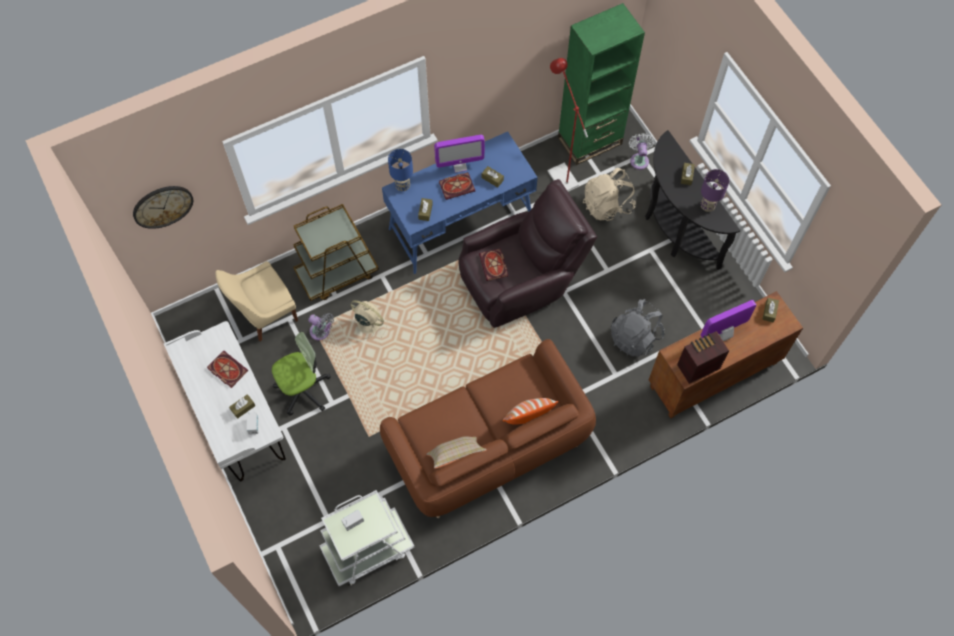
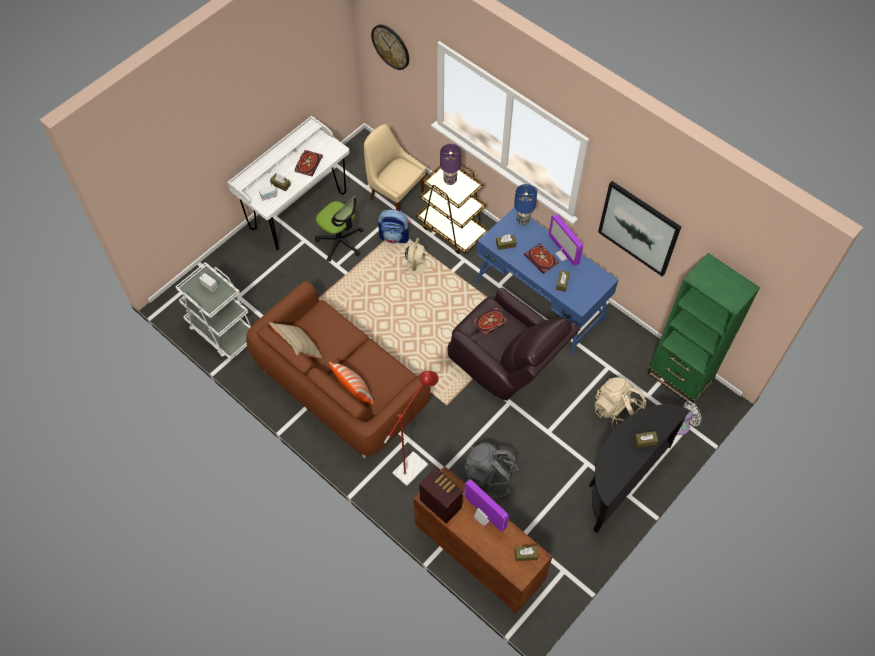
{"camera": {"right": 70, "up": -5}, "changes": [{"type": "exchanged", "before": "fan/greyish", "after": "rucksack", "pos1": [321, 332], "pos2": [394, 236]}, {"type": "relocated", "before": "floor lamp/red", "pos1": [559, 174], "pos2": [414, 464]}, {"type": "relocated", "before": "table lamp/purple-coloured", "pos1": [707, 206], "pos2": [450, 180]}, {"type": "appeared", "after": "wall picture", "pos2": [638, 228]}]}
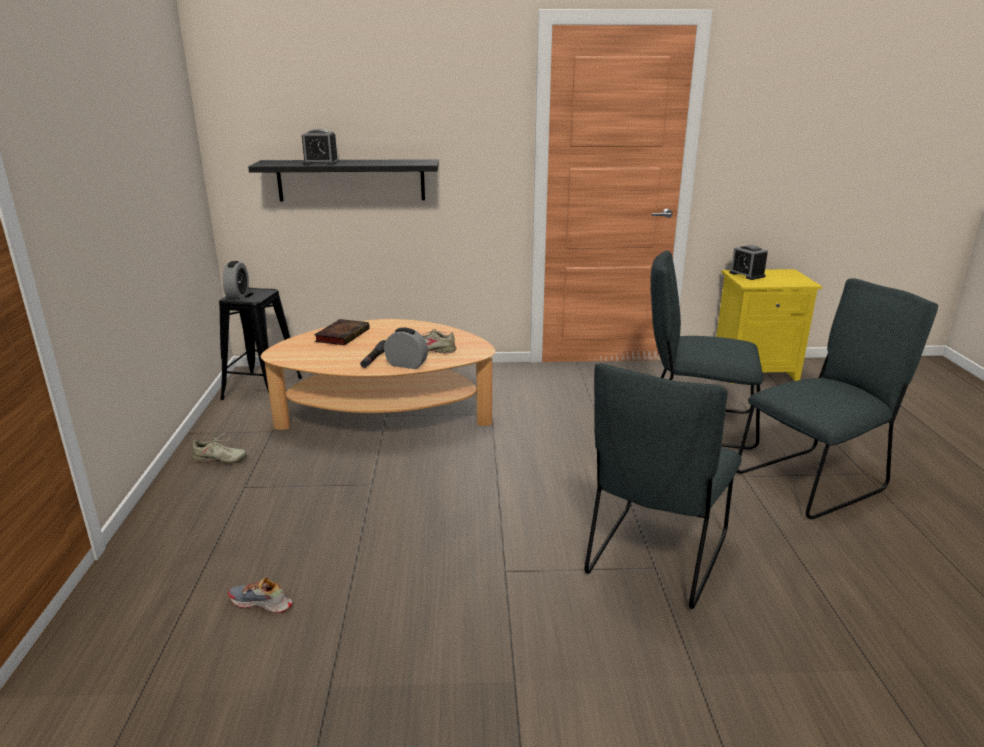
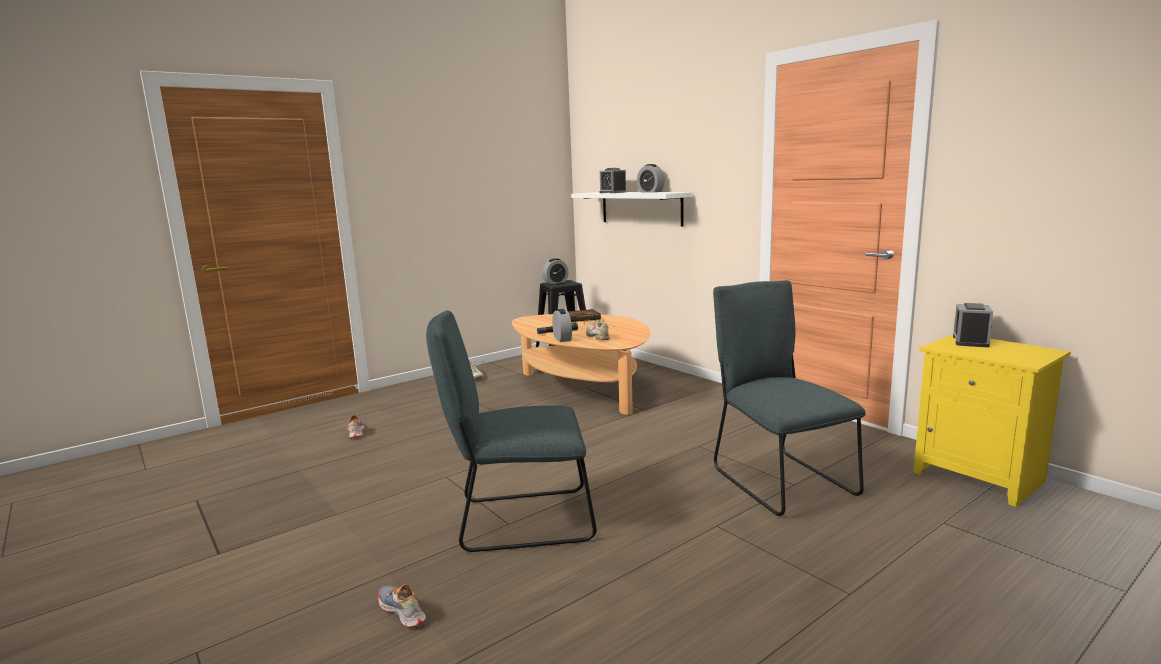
{"camera": {"right": 55, "up": -10}, "changes": [{"type": "colour", "before": "wall shelf/black-coloured", "after": "wall shelf/white-coloured", "pos1": [351, 180], "pos2": [641, 208]}, {"type": "missing", "before": "plain chair/greyish", "pos1": [814, 481]}, {"type": "appeared", "after": "low shoe", "pos2": [402, 612]}, {"type": "appeared", "after": "alarm clock", "pos2": [650, 192]}]}
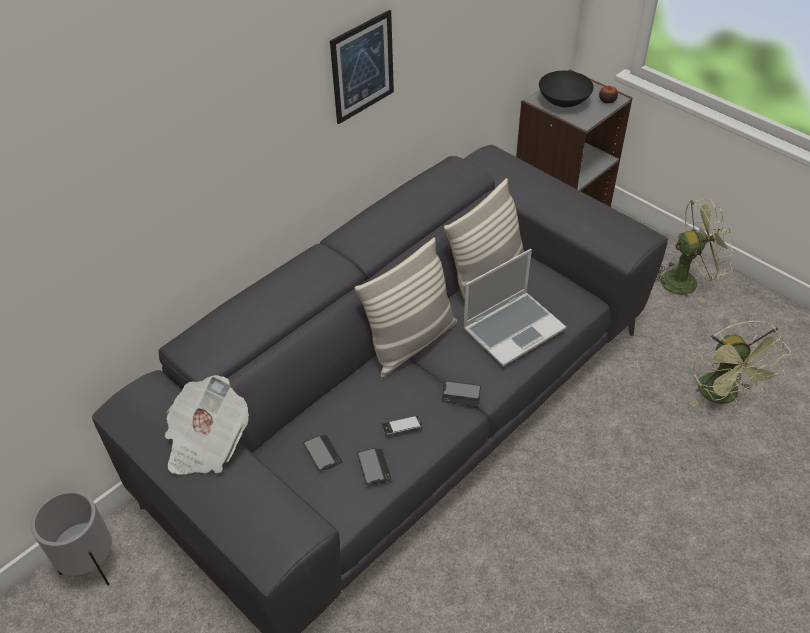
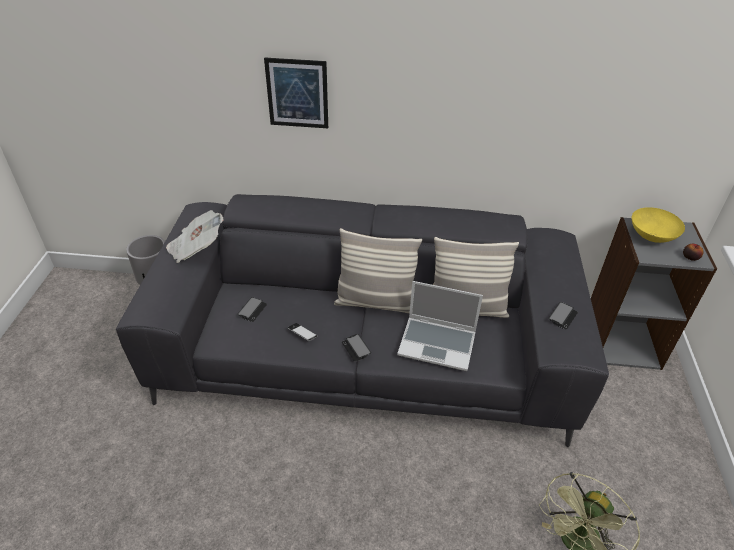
{"camera": {"right": 50, "up": -5}, "changes": [{"type": "relocated", "before": "wall picture", "pos1": [362, 67], "pos2": [297, 93]}, {"type": "relocated", "before": "phone", "pos1": [374, 467], "pos2": [562, 316]}, {"type": "colour", "before": "deep dish/black-coloured", "after": "deep dish/yellowish", "pos1": [562, 102], "pos2": [651, 236]}, {"type": "missing", "before": "fan/green", "pos1": [686, 280]}]}
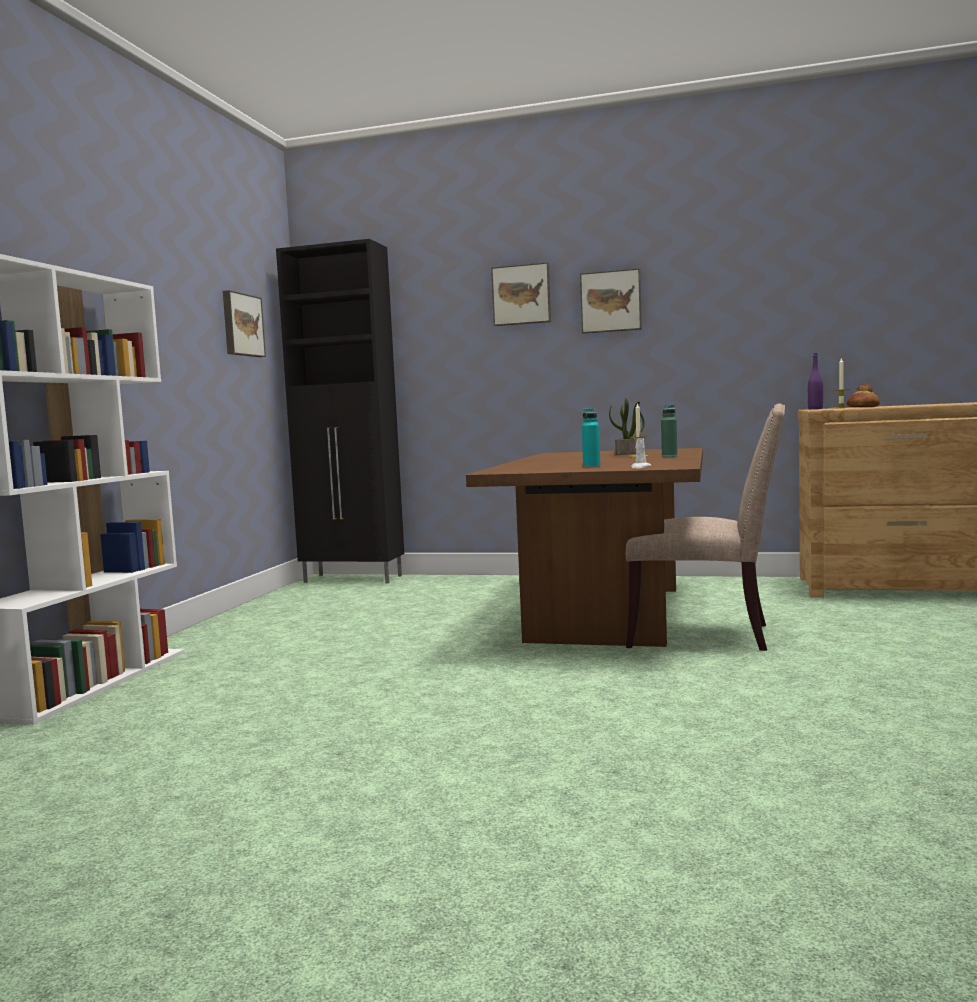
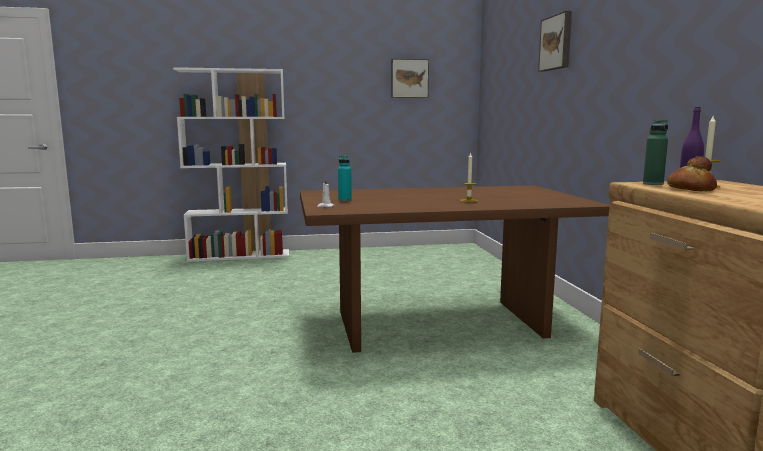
{"camera": {"right": 65, "up": 5}, "changes": [{"type": "missing", "before": "cabinet/black-coloured", "pos1": [354, 579]}, {"type": "missing", "before": "wall picture", "pos1": [611, 301]}, {"type": "missing", "before": "houseplant", "pos1": [628, 454]}, {"type": "missing", "before": "plain chair/sand-coloured", "pos1": [706, 635]}, {"type": "relocated", "before": "drink bottle/green", "pos1": [669, 456], "pos2": [653, 184]}]}
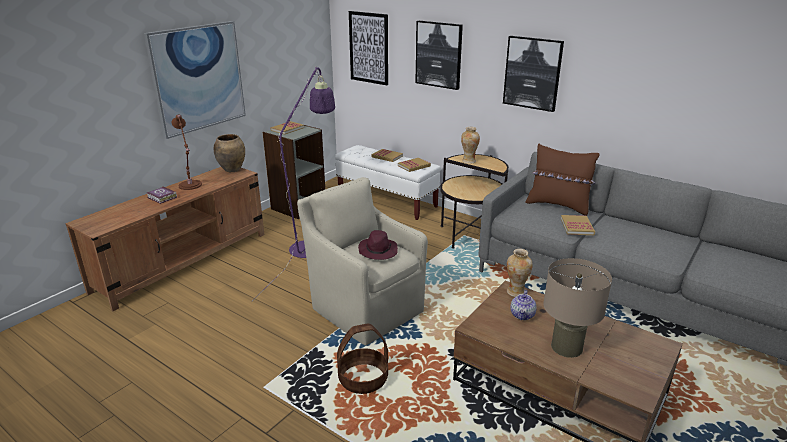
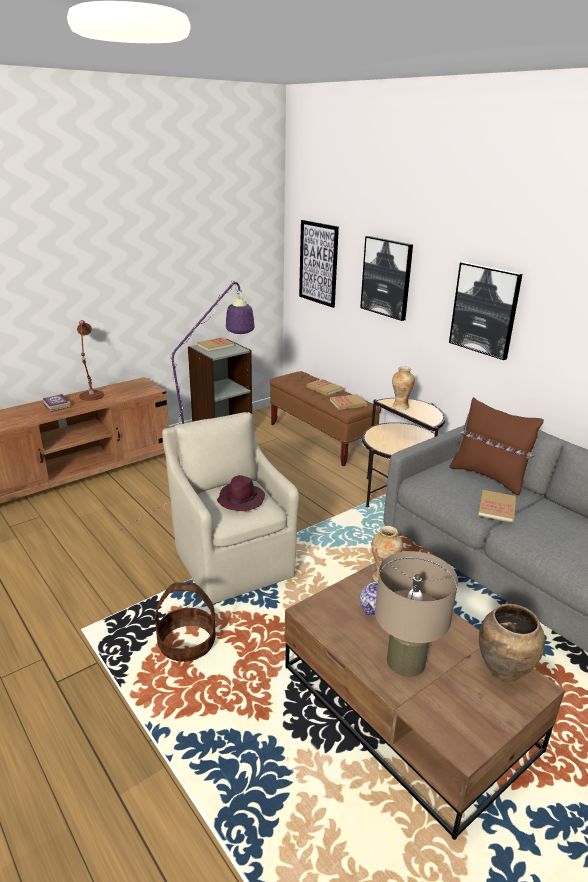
{"camera": {"right": 15, "up": 0}, "changes": [{"type": "missing", "before": "wall picture", "pos1": [198, 78]}, {"type": "relocated", "before": "flower vase/brownish", "pos1": [232, 170], "pos2": [504, 671]}, {"type": "colour", "before": "long seat/white-coloured", "after": "long seat/brownish", "pos1": [387, 201], "pos2": [321, 439]}]}
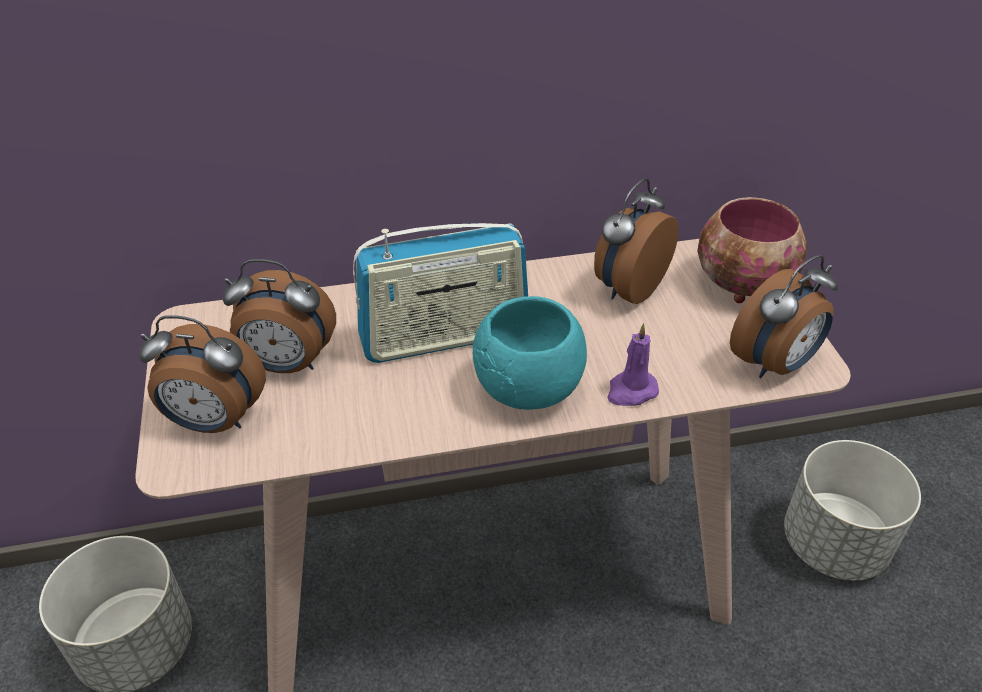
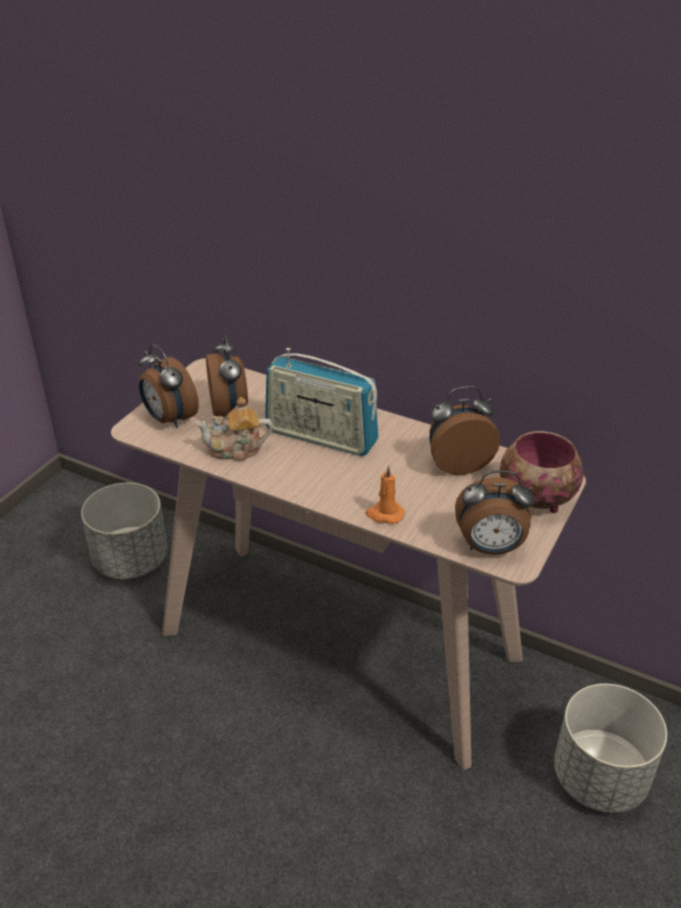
{"camera": {"right": 40, "up": -5}, "changes": [{"type": "spun", "before": "alarm clock", "pos1": [287, 364], "pos2": [229, 411], "turn": -150}, {"type": "missing", "before": "deep dish/blue-green", "pos1": [529, 389]}, {"type": "colour", "before": "wax light/purple-coloured", "after": "wax light/orange-coloured", "pos1": [631, 391], "pos2": [384, 514]}, {"type": "appeared", "after": "teapot", "pos2": [236, 449]}]}
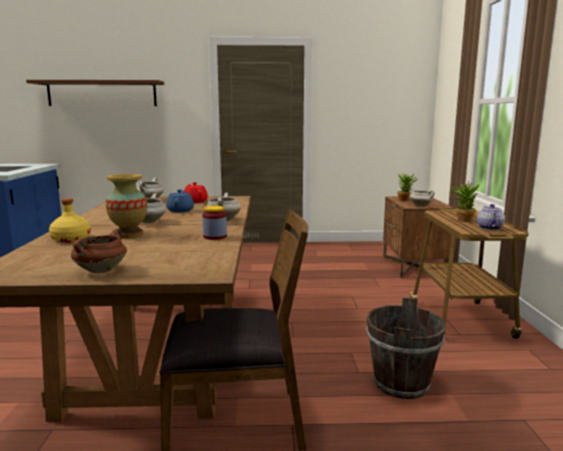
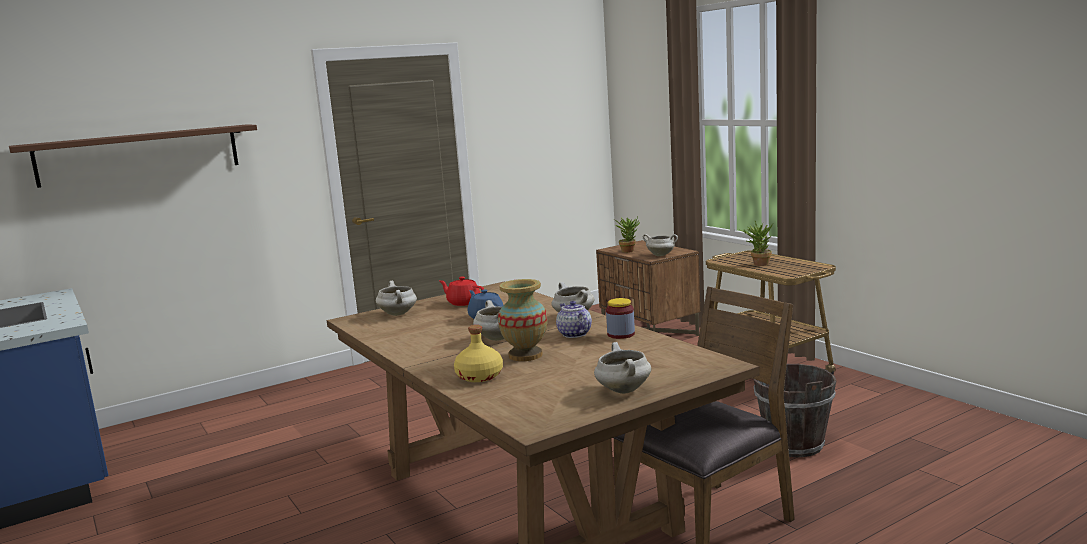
{"camera": {"right": -30, "up": 0}, "changes": [{"type": "colour", "before": "cooking pot/brownish", "after": "cooking pot/white-coloured", "pos1": [101, 270], "pos2": [622, 390]}, {"type": "relocated", "before": "teapot", "pos1": [489, 228], "pos2": [573, 334]}]}
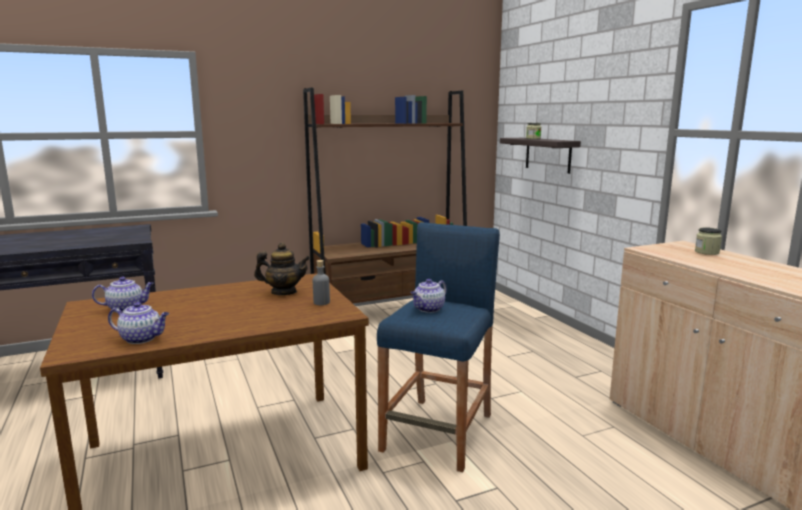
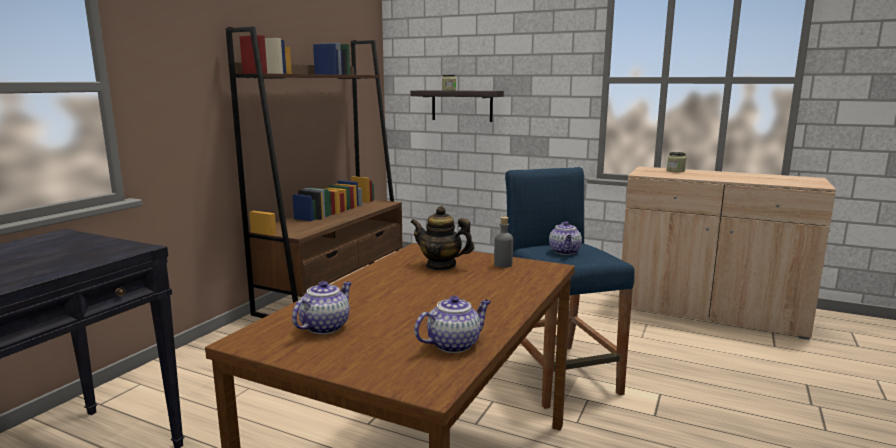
{"camera": {"right": -40, "up": 0}, "changes": [{"type": "spun", "before": "teapot", "pos1": [283, 292], "pos2": [441, 266], "turn": -120}]}
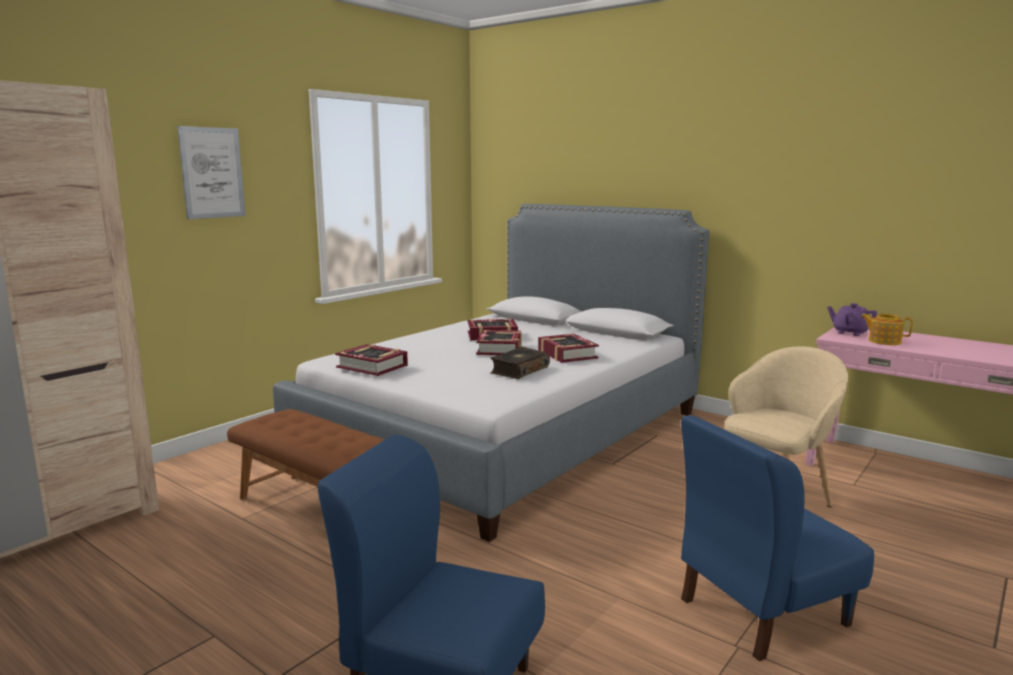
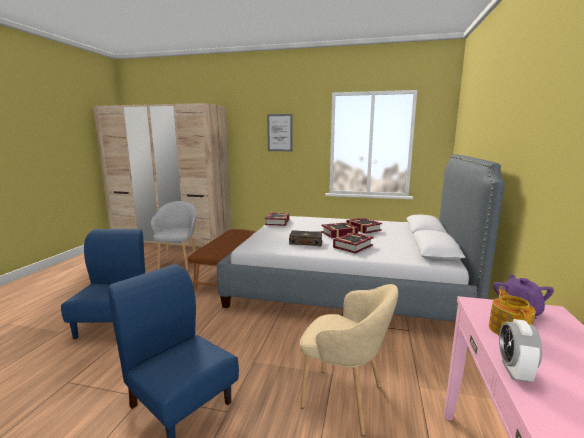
{"camera": {"right": 65, "up": 0}, "changes": [{"type": "appeared", "after": "easy chair/greyish", "pos2": [178, 264]}, {"type": "appeared", "after": "alarm clock", "pos2": [514, 371]}]}
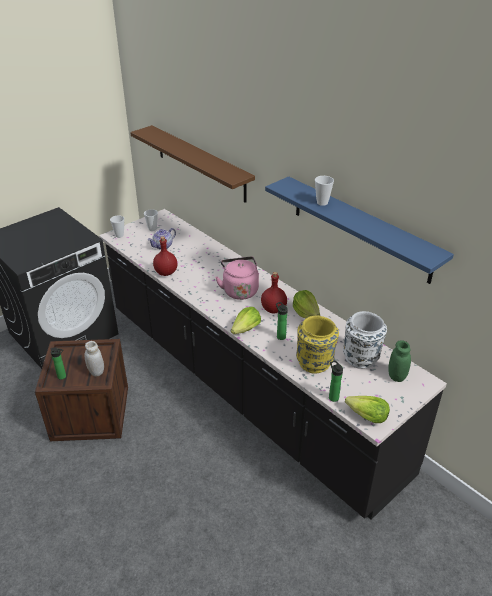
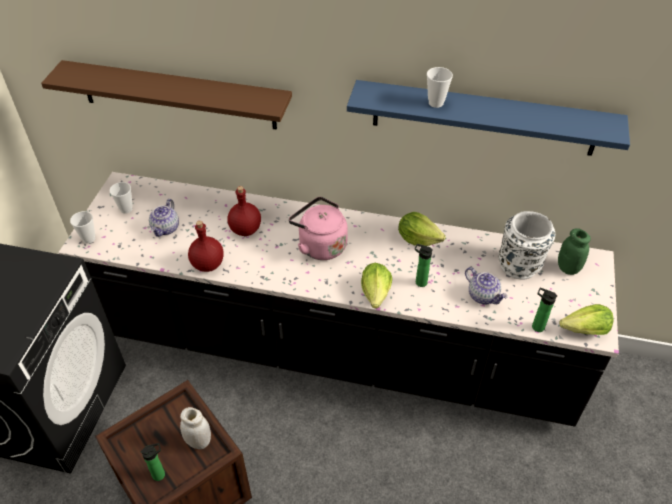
{"camera": {"right": -35, "up": 10}, "changes": [{"type": "relocated", "before": "drink bottle/red", "pos1": [273, 309], "pos2": [246, 230]}, {"type": "exchanged", "before": "flower vase/yellowish", "after": "teapot", "pos1": [315, 363], "pos2": [483, 296]}]}
